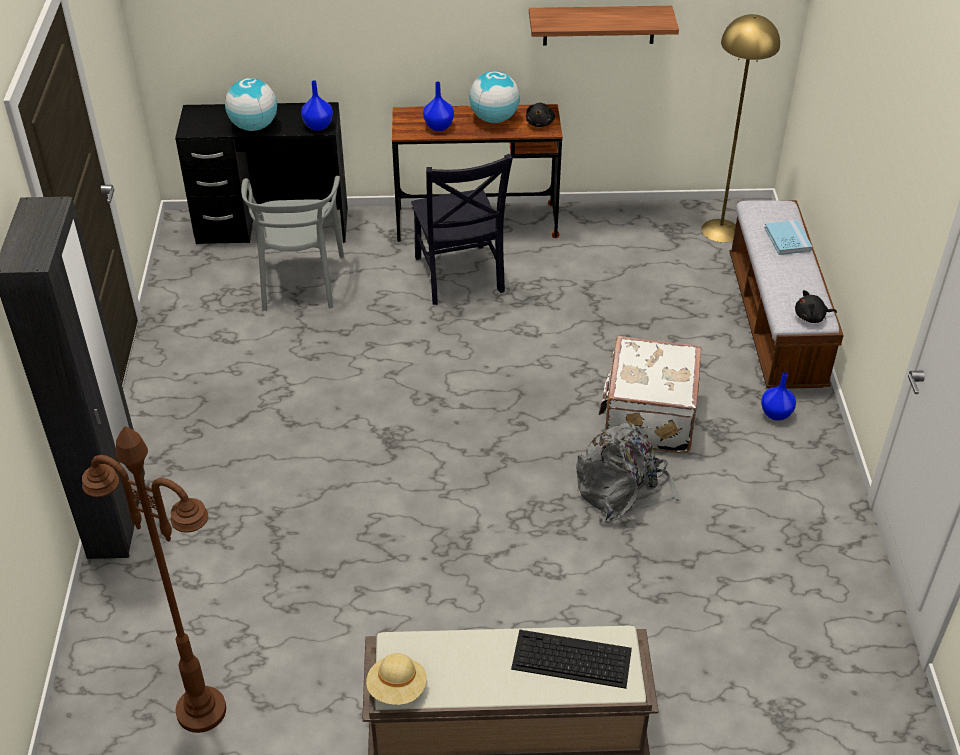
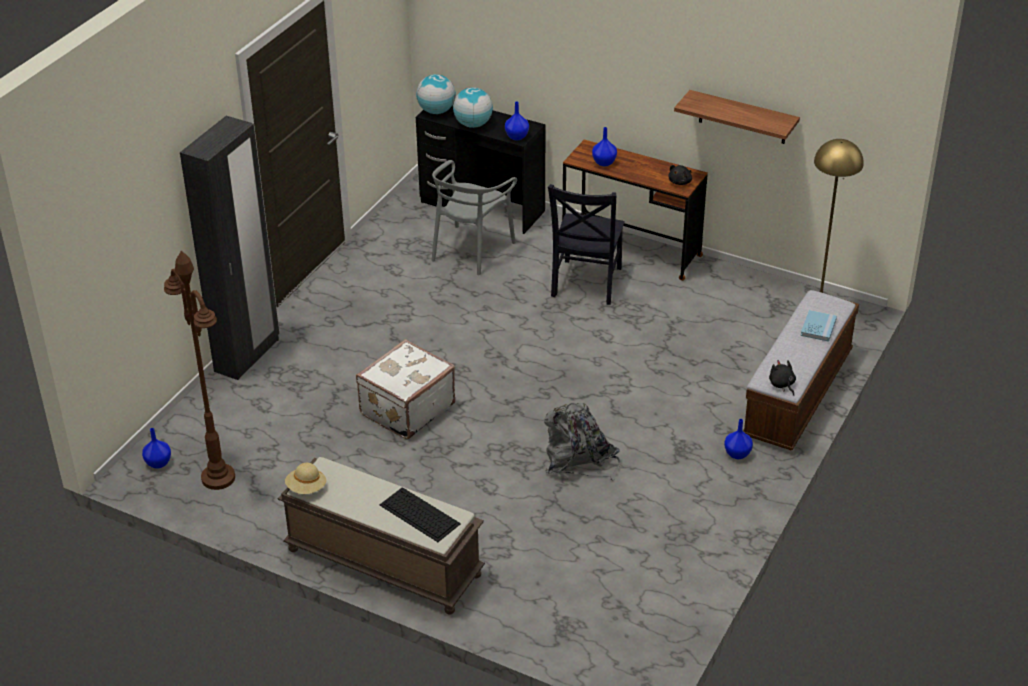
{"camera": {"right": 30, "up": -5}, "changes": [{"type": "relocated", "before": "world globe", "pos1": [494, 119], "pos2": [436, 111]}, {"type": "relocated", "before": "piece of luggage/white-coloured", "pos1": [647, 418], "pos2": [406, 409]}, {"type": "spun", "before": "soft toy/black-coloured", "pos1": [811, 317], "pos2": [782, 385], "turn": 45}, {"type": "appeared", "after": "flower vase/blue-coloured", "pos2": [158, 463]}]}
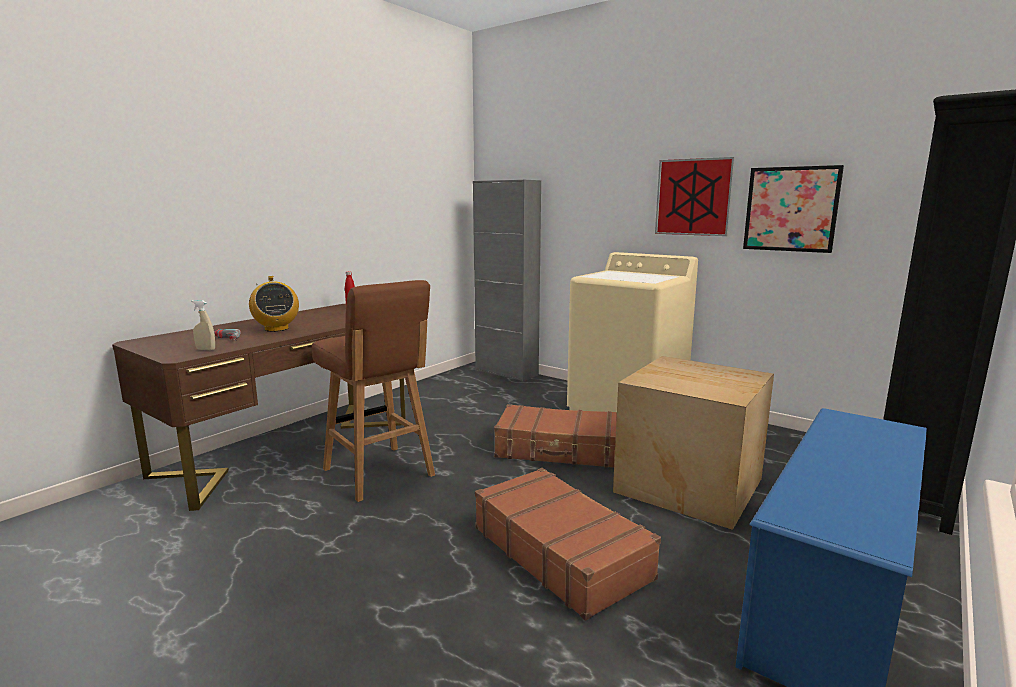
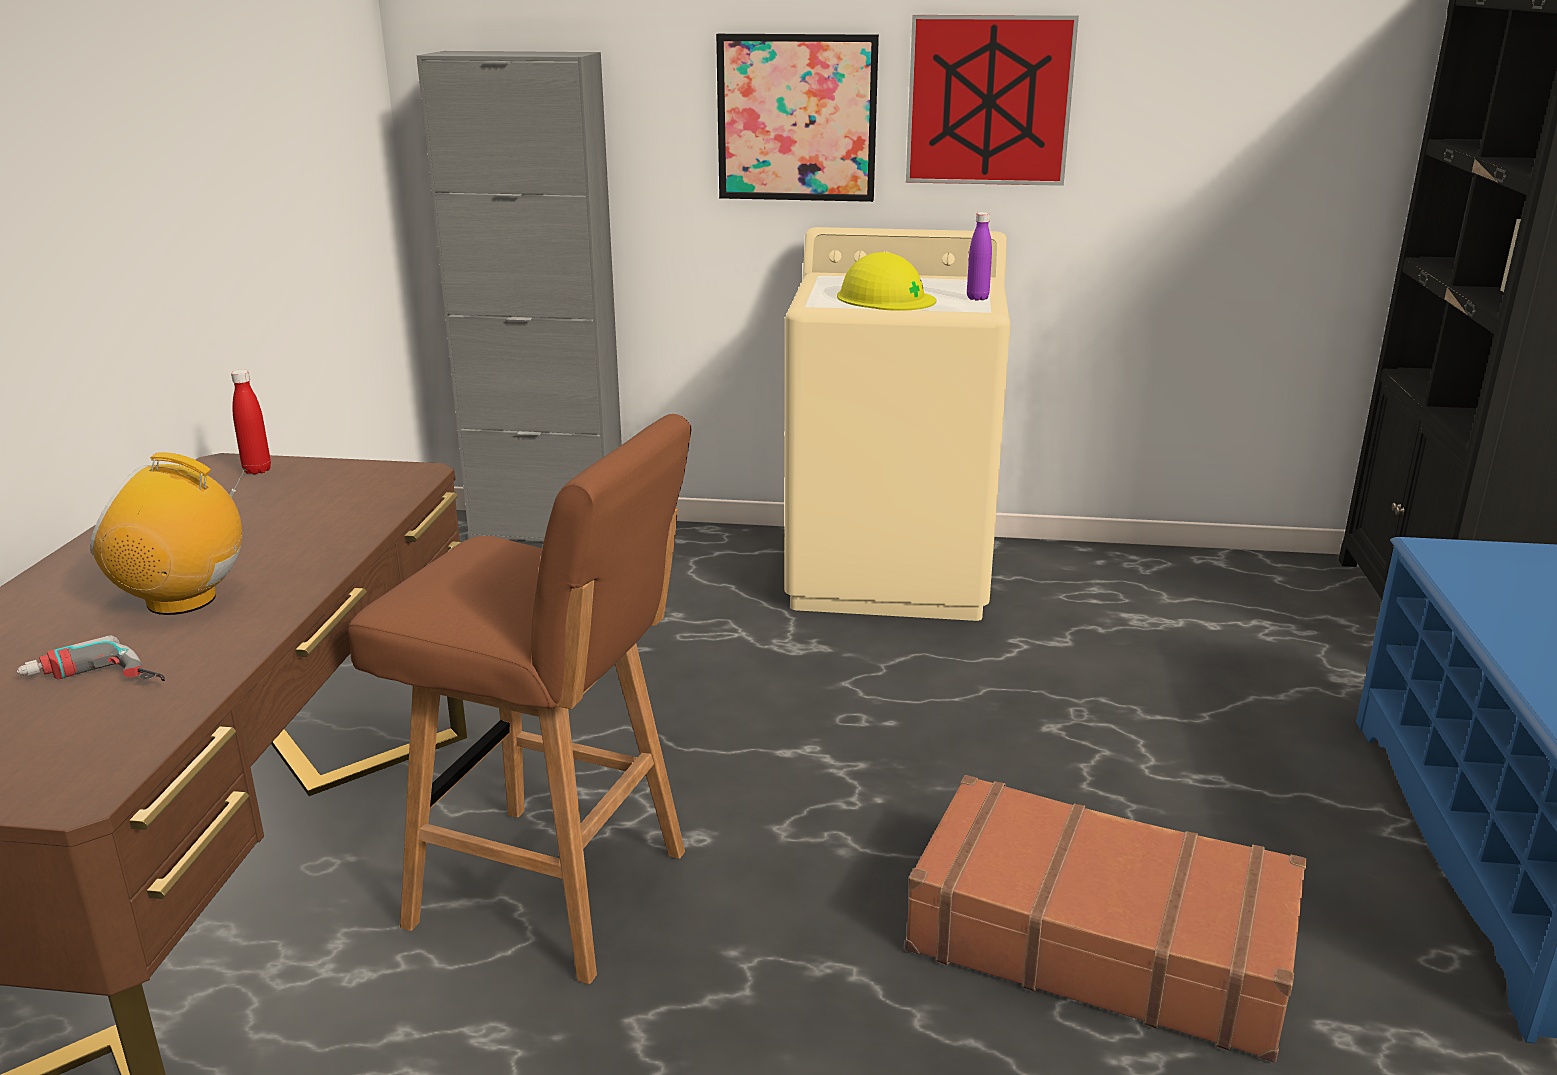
{"camera": {"right": -30, "up": 10}, "changes": [{"type": "missing", "before": "spray bottle/sand-coloured", "pos1": [205, 349]}, {"type": "spun", "before": "radio set", "pos1": [276, 329], "pos2": [183, 600], "turn": 150}, {"type": "missing", "before": "piece of luggage/brownish", "pos1": [560, 450]}, {"type": "missing", "before": "packing box", "pos1": [687, 484]}, {"type": "relocated", "before": "wall picture", "pos1": [791, 209], "pos2": [797, 118]}, {"type": "appeared", "after": "safety helmet/yellowish", "pos2": [885, 298]}, {"type": "appeared", "after": "drink bottle/purple-coloured", "pos2": [977, 298]}]}
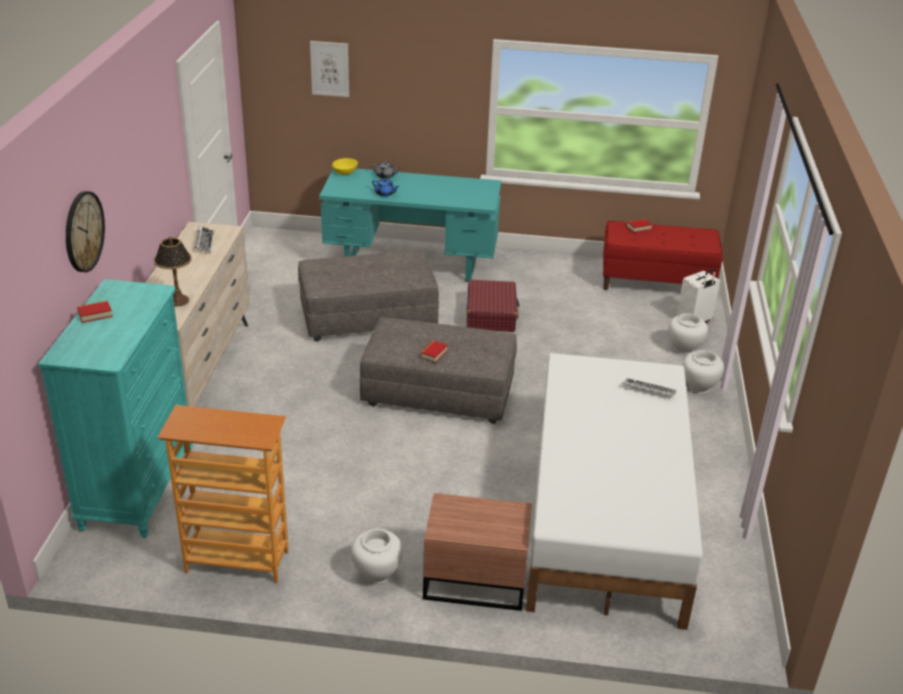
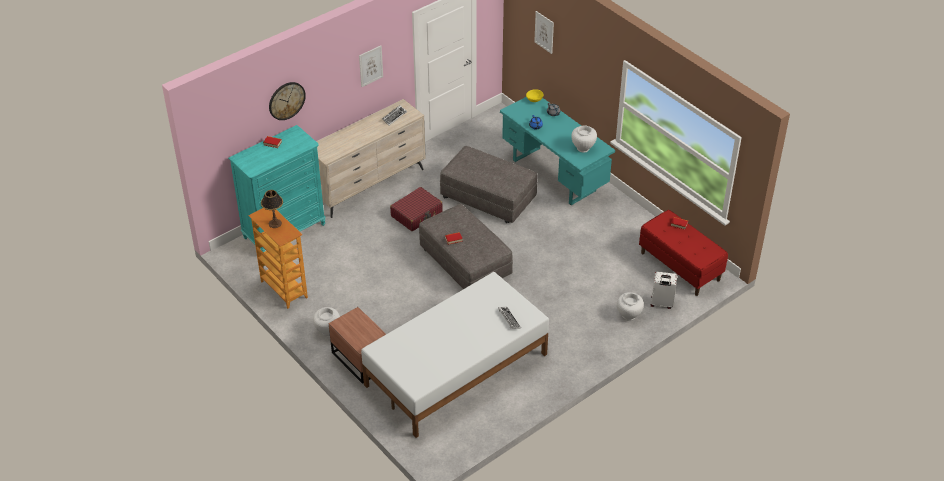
{"camera": {"right": 45, "up": 10}, "changes": [{"type": "relocated", "before": "table lamp", "pos1": [178, 301], "pos2": [275, 223]}, {"type": "relocated", "before": "piece of luggage/red", "pos1": [491, 315], "pos2": [417, 214]}, {"type": "relocated", "before": "flower vase/white-coloured", "pos1": [699, 387], "pos2": [583, 148]}, {"type": "appeared", "after": "wall picture", "pos2": [370, 66]}]}
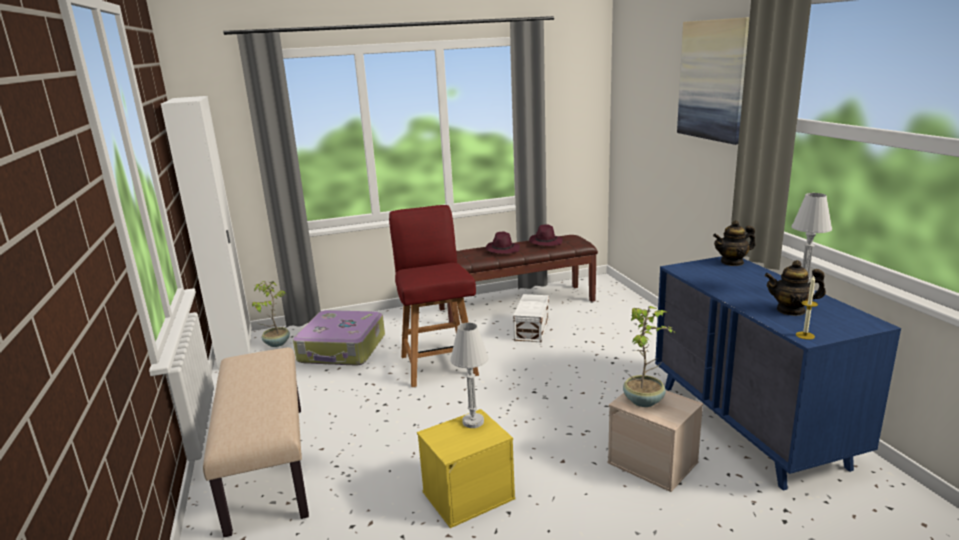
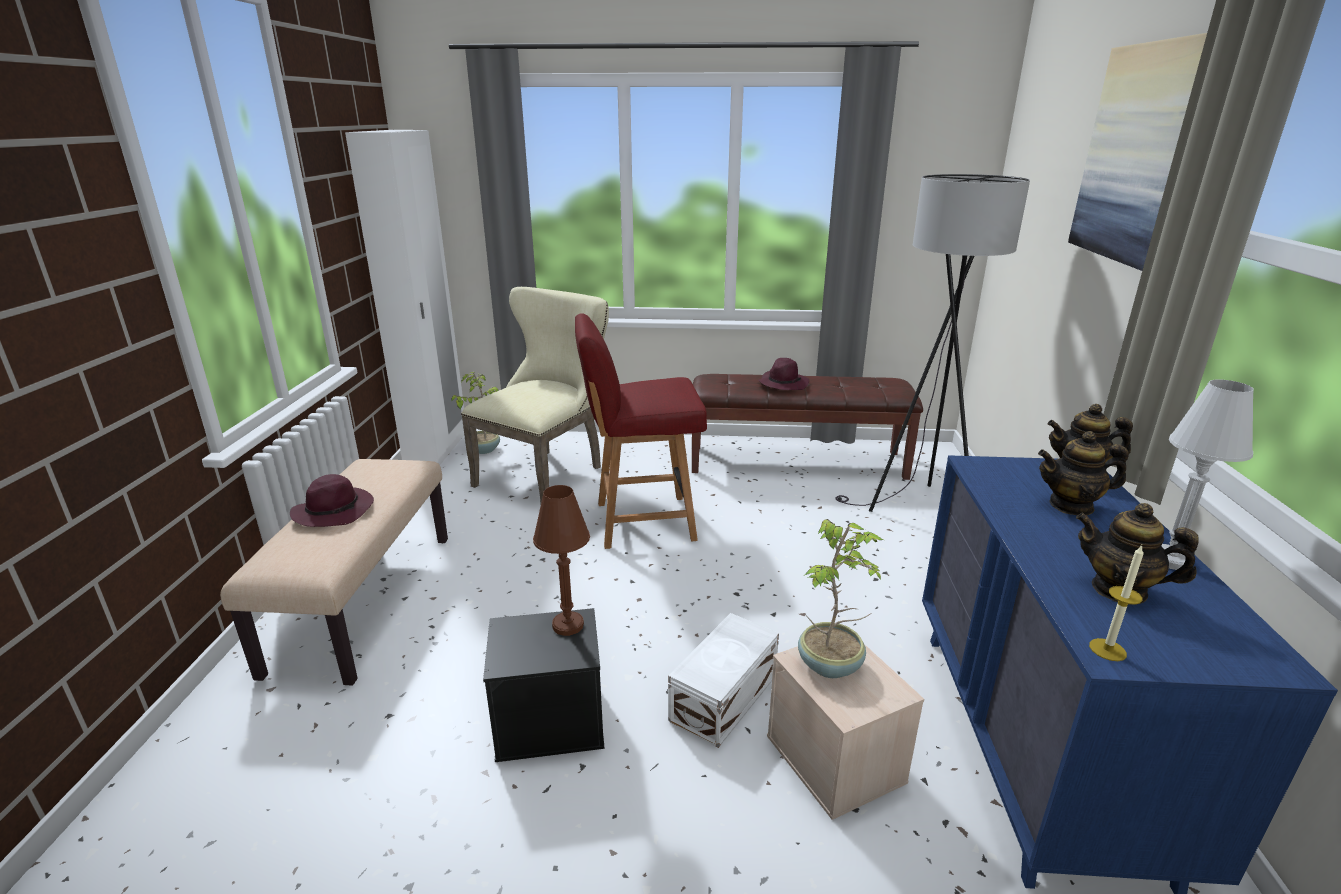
{"camera": {"right": 20, "up": 5}, "changes": [{"type": "exchanged", "before": "piece of luggage", "after": "plain chair/sand-coloured", "pos1": [342, 349], "pos2": [547, 474]}, {"type": "spun", "before": "plain chair/red", "pos1": [438, 364], "pos2": [642, 521], "turn": -105}, {"type": "colour", "before": "storage box/yellowish", "after": "storage box/black-coloured", "pos1": [468, 494], "pos2": [551, 720]}, {"type": "colour", "before": "table lamp/white-coloured", "after": "table lamp/brownish", "pos1": [473, 422], "pos2": [568, 625]}, {"type": "relocated", "before": "storage box/white-coloured", "pos1": [533, 329], "pos2": [726, 697]}, {"type": "relocated", "before": "clothing hat/purple-coloured", "pos1": [545, 242], "pos2": [335, 511]}, {"type": "appeared", "after": "floor lamp/greyish", "pos2": [916, 509]}, {"type": "appeared", "after": "teapot", "pos2": [1071, 505]}]}
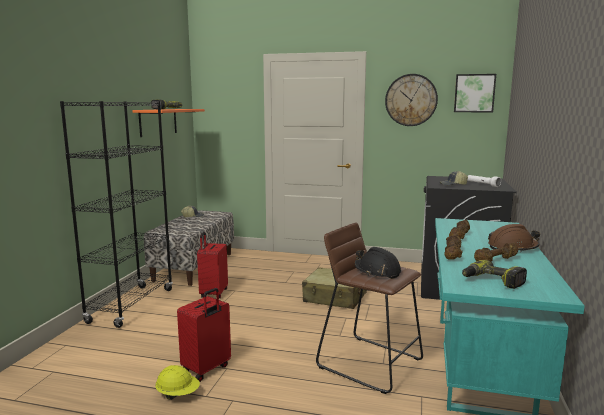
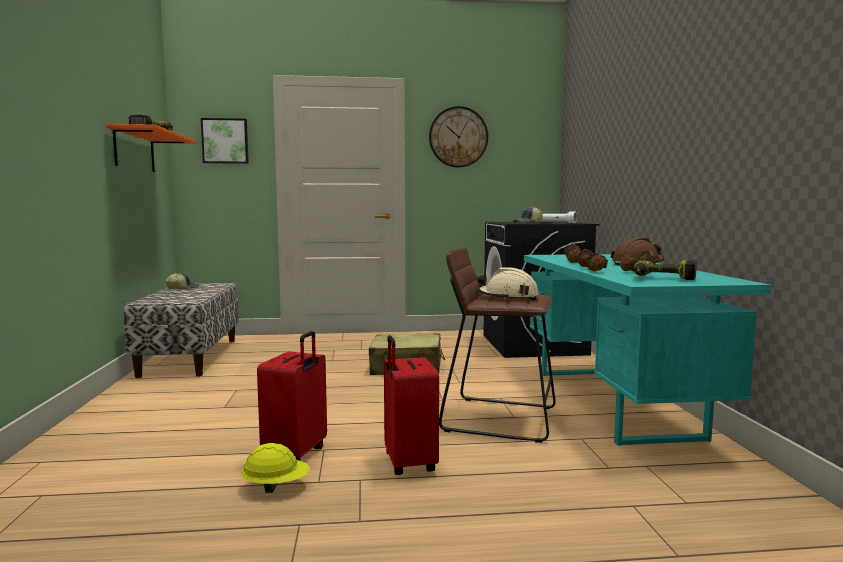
{"camera": {"right": -20, "up": -5}, "changes": [{"type": "missing", "before": "bookcase/black-coloured", "pos1": [131, 305]}, {"type": "relocated", "before": "piece of luggage/red", "pos1": [213, 293], "pos2": [408, 463]}, {"type": "colour", "before": "safety helmet/black-coloured", "after": "safety helmet/sand-coloured", "pos1": [377, 271], "pos2": [508, 297]}, {"type": "relocated", "before": "wall picture", "pos1": [474, 93], "pos2": [225, 141]}]}
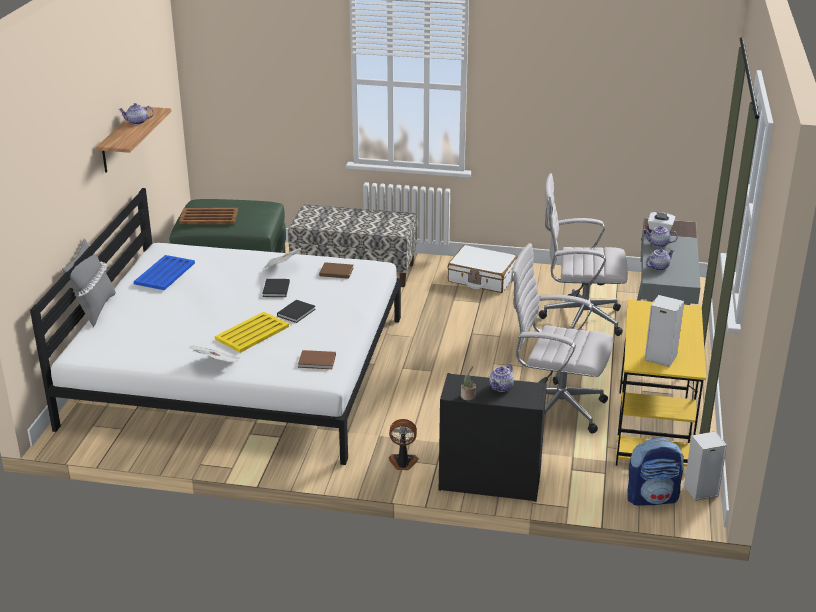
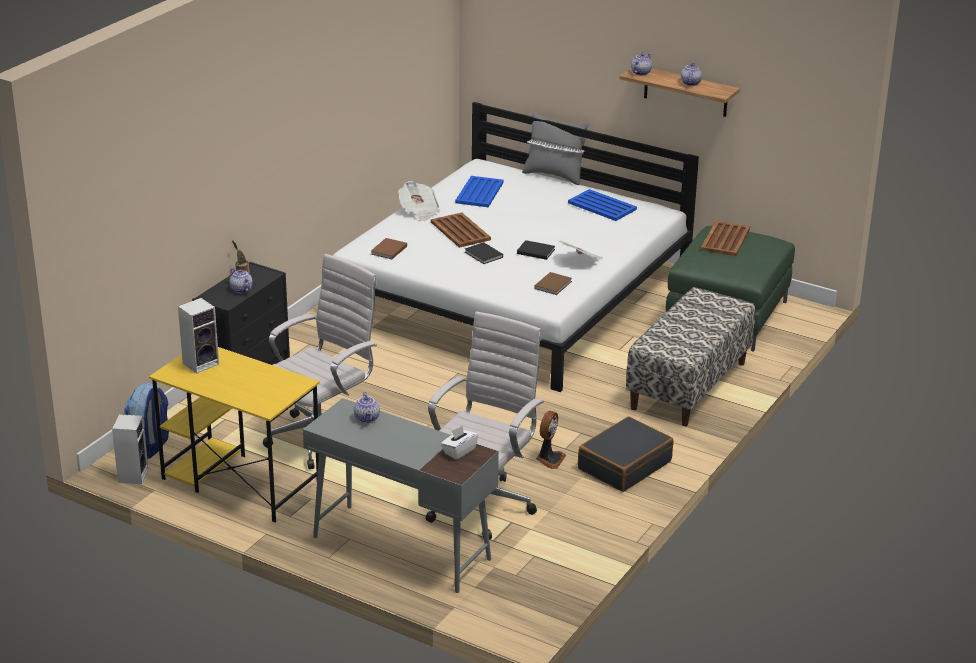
{"camera": {"right": 110, "up": 0}, "changes": [{"type": "colour", "before": "carrying tray/yellowish", "after": "carrying tray/brownish", "pos1": [253, 333], "pos2": [460, 231]}, {"type": "relocated", "before": "fan", "pos1": [403, 463], "pos2": [549, 459]}, {"type": "colour", "before": "piece of luggage/white-coloured", "after": "piece of luggage/black-coloured", "pos1": [482, 278], "pos2": [624, 465]}, {"type": "relocated", "before": "teapot", "pos1": [659, 244], "pos2": [640, 72]}, {"type": "appeared", "after": "carrying tray/blue-coloured", "pos2": [479, 193]}]}
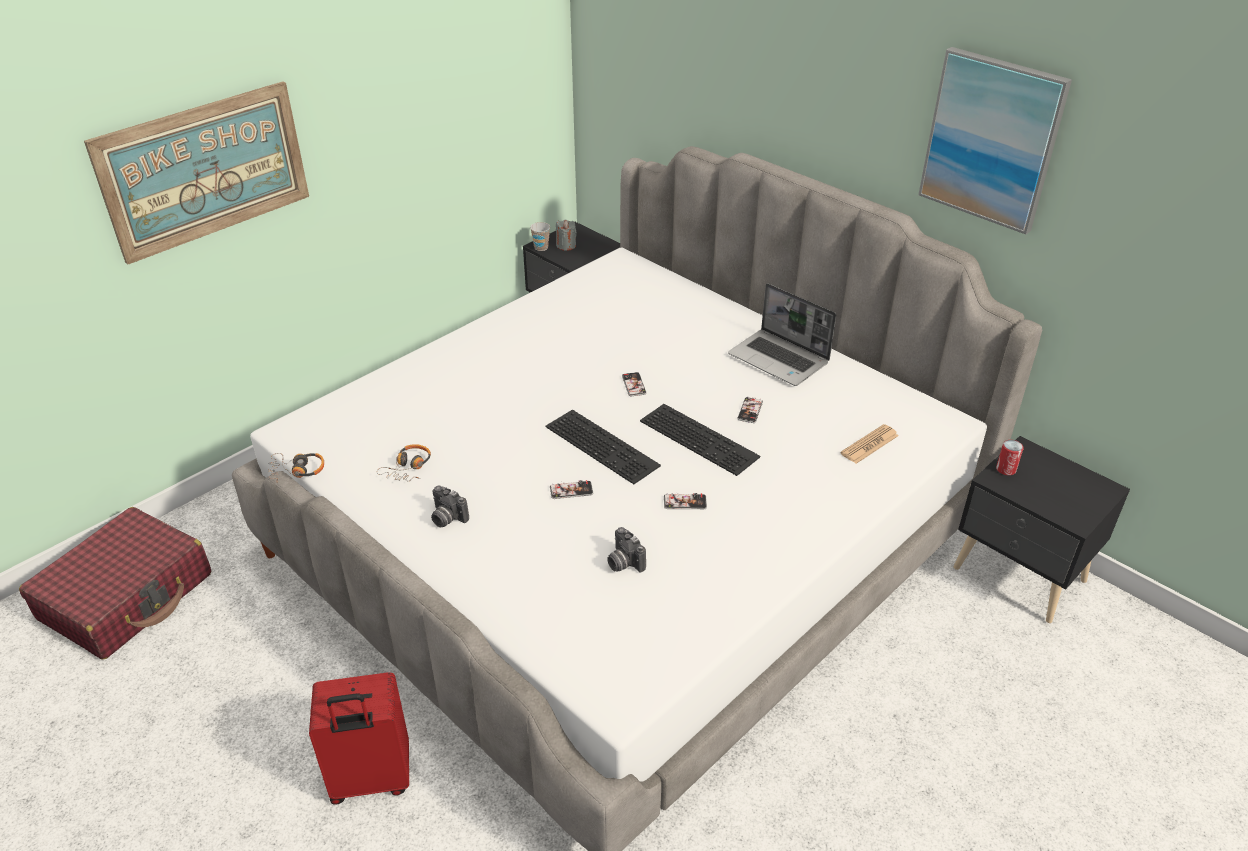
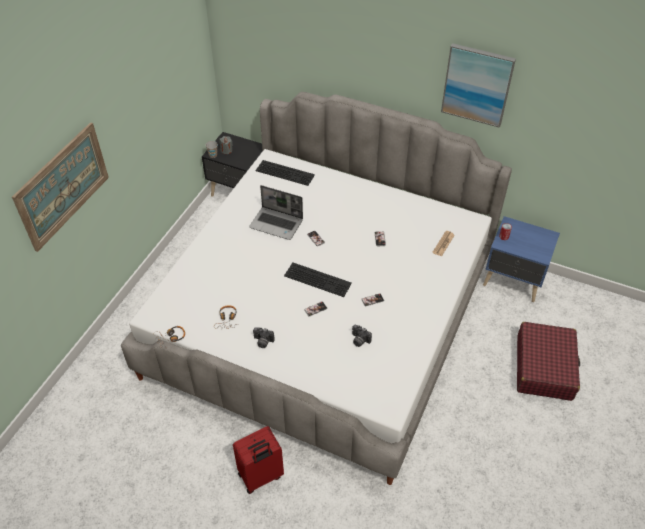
{"camera": {"right": -20, "up": 10}, "changes": [{"type": "relocated", "before": "piece of luggage/red", "pos1": [127, 596], "pos2": [544, 367]}, {"type": "relocated", "before": "keyboard", "pos1": [701, 438], "pos2": [286, 172]}, {"type": "relocated", "before": "laptop", "pos1": [780, 359], "pos2": [277, 224]}, {"type": "colour", "before": "bedside table/black-coloured", "after": "bedside table/blue-coloured", "pos1": [1019, 577], "pos2": [513, 281]}]}
